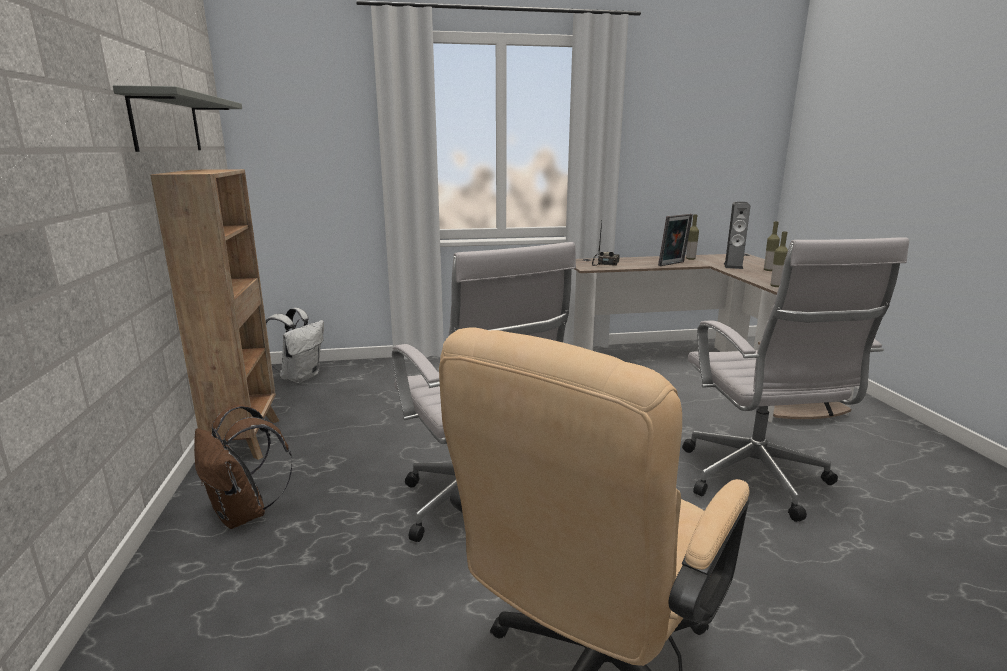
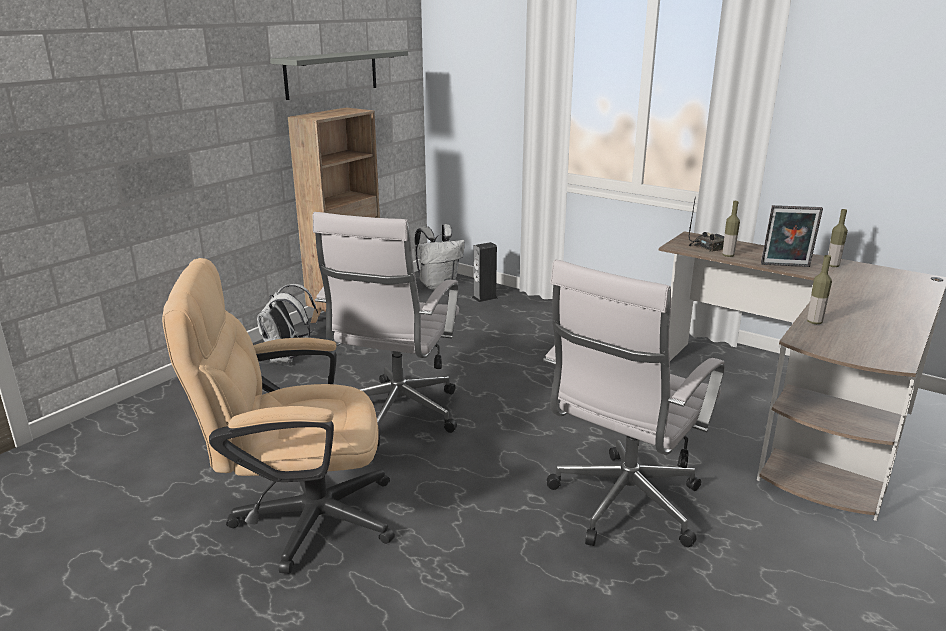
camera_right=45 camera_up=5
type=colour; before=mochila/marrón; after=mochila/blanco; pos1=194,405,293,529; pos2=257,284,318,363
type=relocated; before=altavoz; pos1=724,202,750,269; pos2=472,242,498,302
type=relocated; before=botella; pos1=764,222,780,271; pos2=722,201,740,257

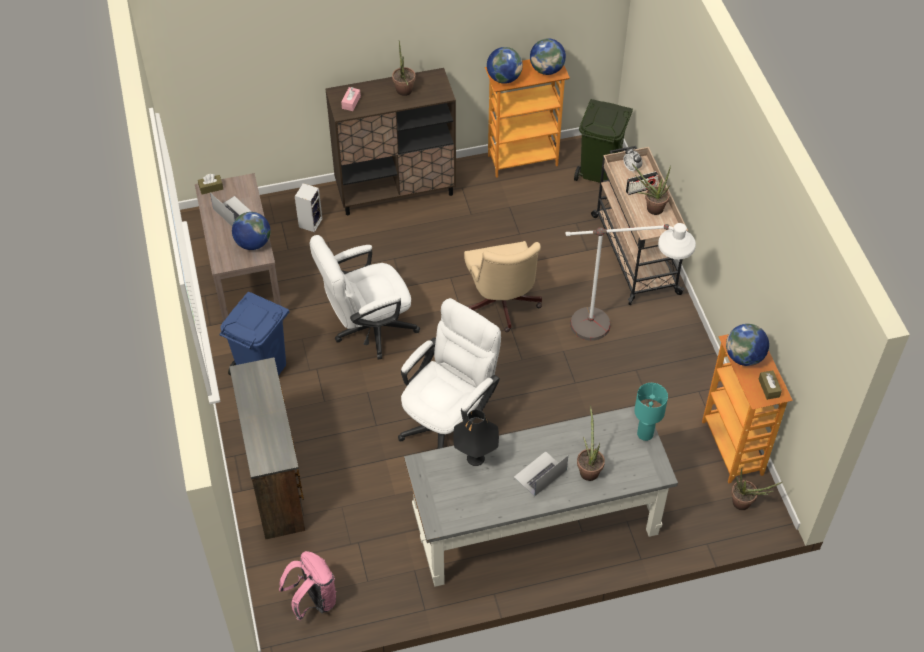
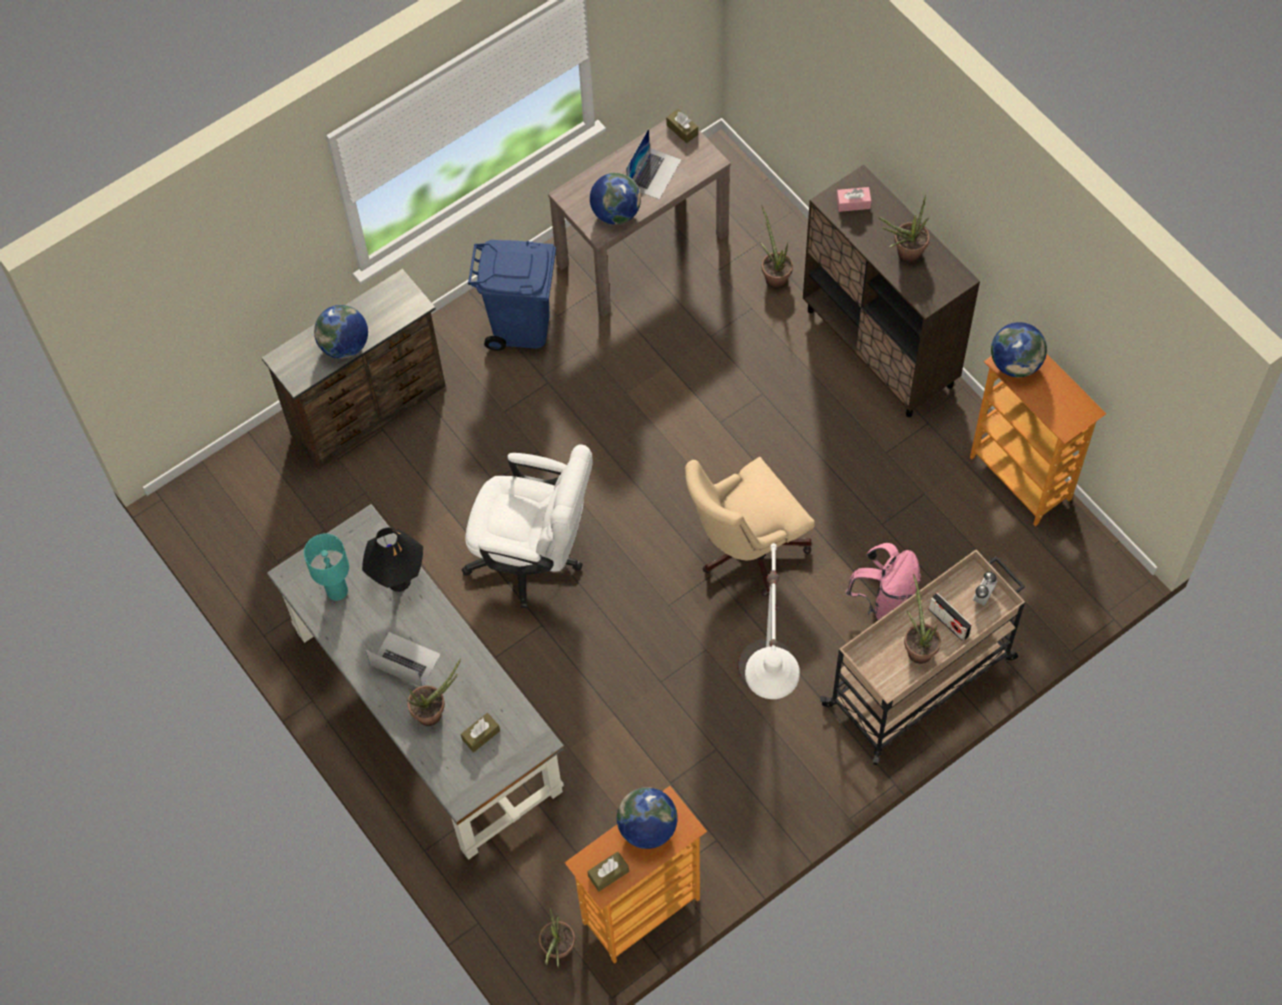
camera_right=70 camera_up=10
type=relocated; before=mochila/rosa; pos1=279,551,336,621; pos2=846,543,921,620
type=exchanged; before=altavoz; after=planta en maceta; pos1=295,183,322,232; pos2=760,205,793,289
type=missing; before=silla de oficina/blanco; pos1=310,235,420,359
type=relocated; before=globo terráqueo; pos1=530,38,566,75; pos2=314,305,368,359
type=missing; before=papelera/verde; pos1=574,99,633,183
type=relocated; before=lámpara de mesa/turquesa; pos1=634,383,668,441; pos2=304,533,349,601
type=appeared; after=caja de pañuelos/marrón; pos2=461,713,500,752

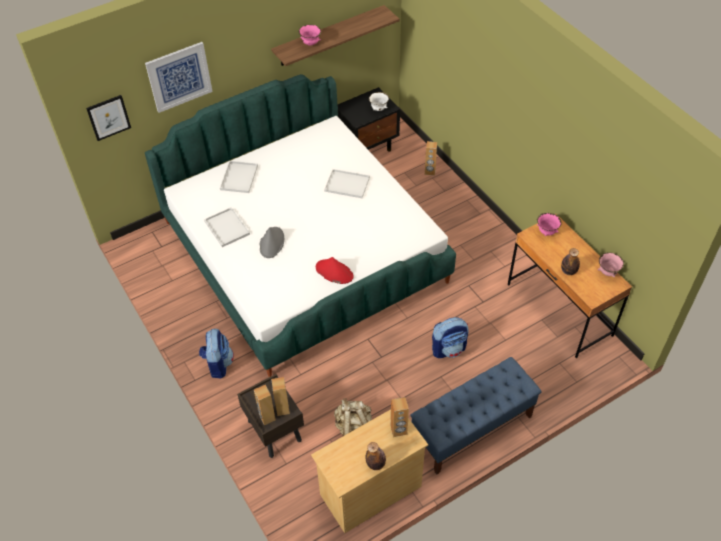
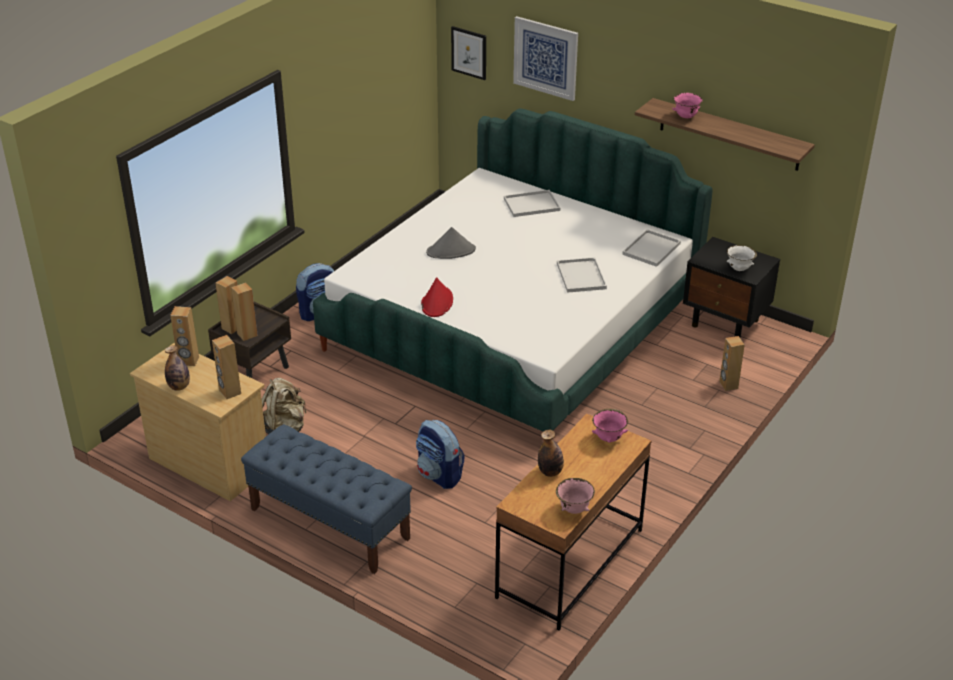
camera_right=65 camera_up=-15
type=relocated; before=bandeja/blanco; pos1=204,207,250,247; pos2=622,229,681,267
type=appeared; after=altavoz/marrón; pos2=170,306,199,366

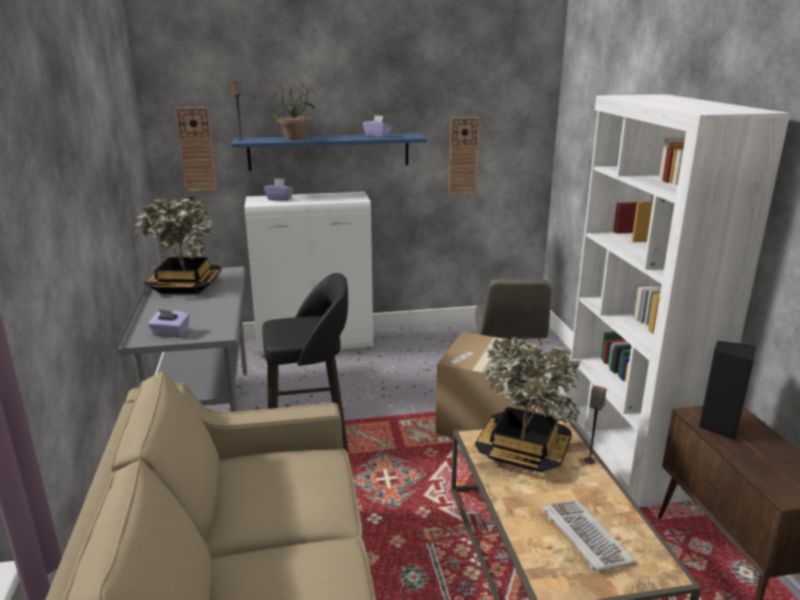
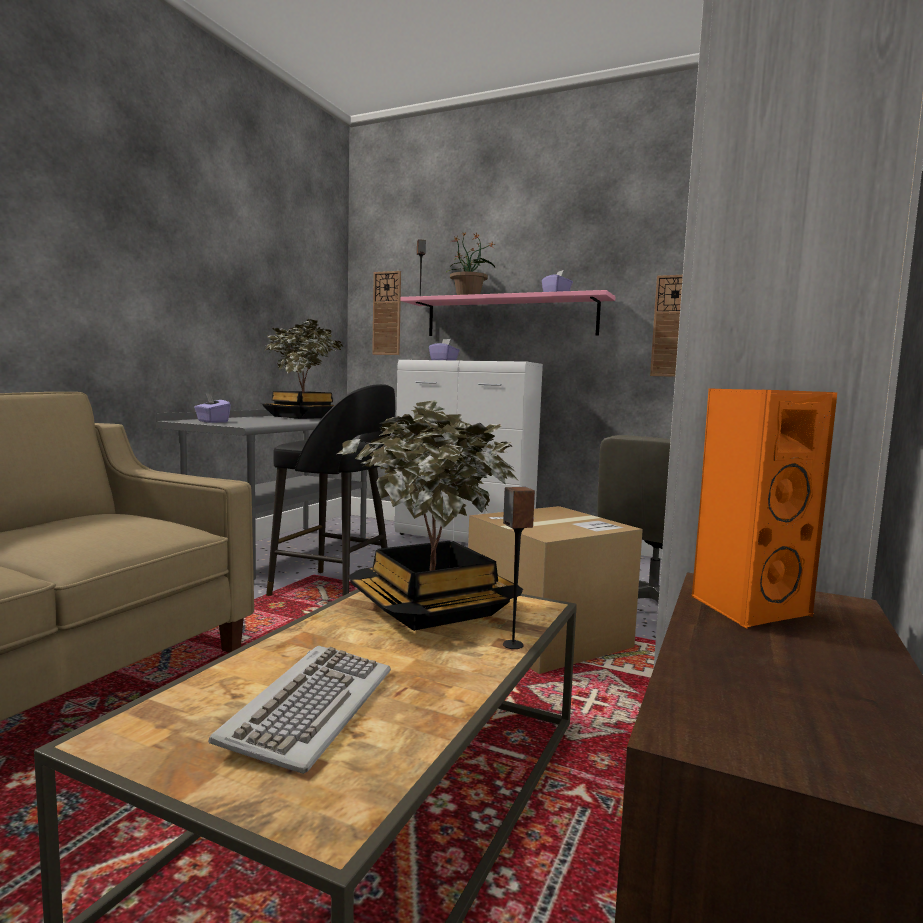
camera_right=35 camera_up=-15
type=colour; before=estante/azul; after=estante/rosa; pos1=232,133,427,171; pos2=401,290,615,336
type=colour; before=altavoz/negro; after=altavoz/naranja; pos1=699,341,756,441; pos2=691,388,837,628

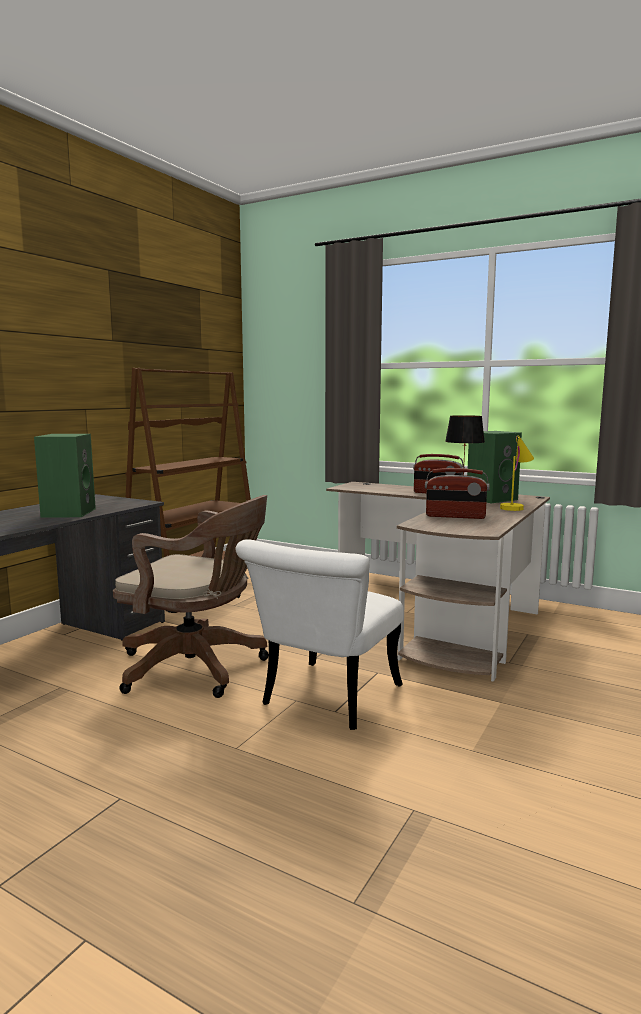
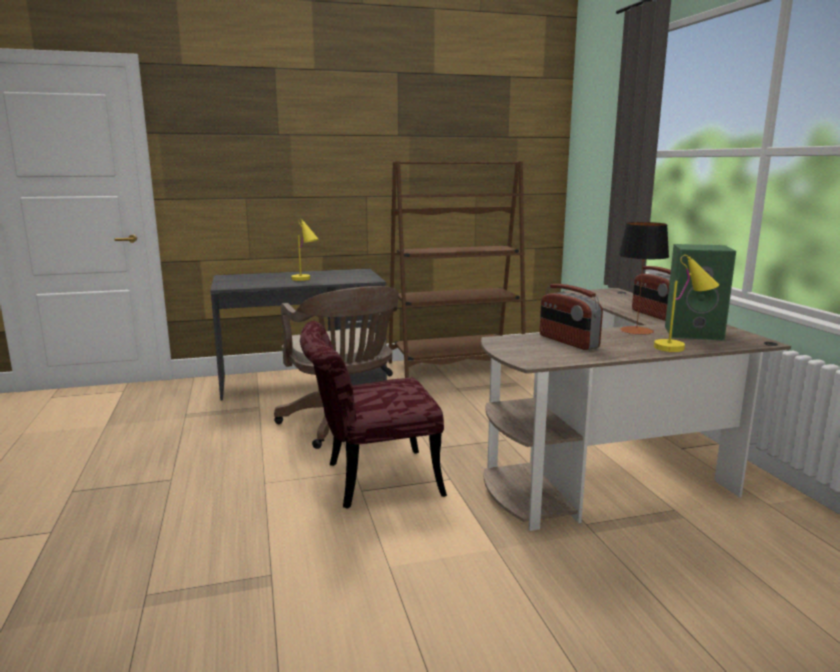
camera_right=45 camera_up=5
type=exchanged; before=altavoz/verde; after=lámpara de mesa/amarillo; pos1=34,434,96,518; pos2=291,218,319,281
type=colour; before=silla/blanco; after=silla/rojo; pos1=236,539,403,730; pos2=300,321,447,509

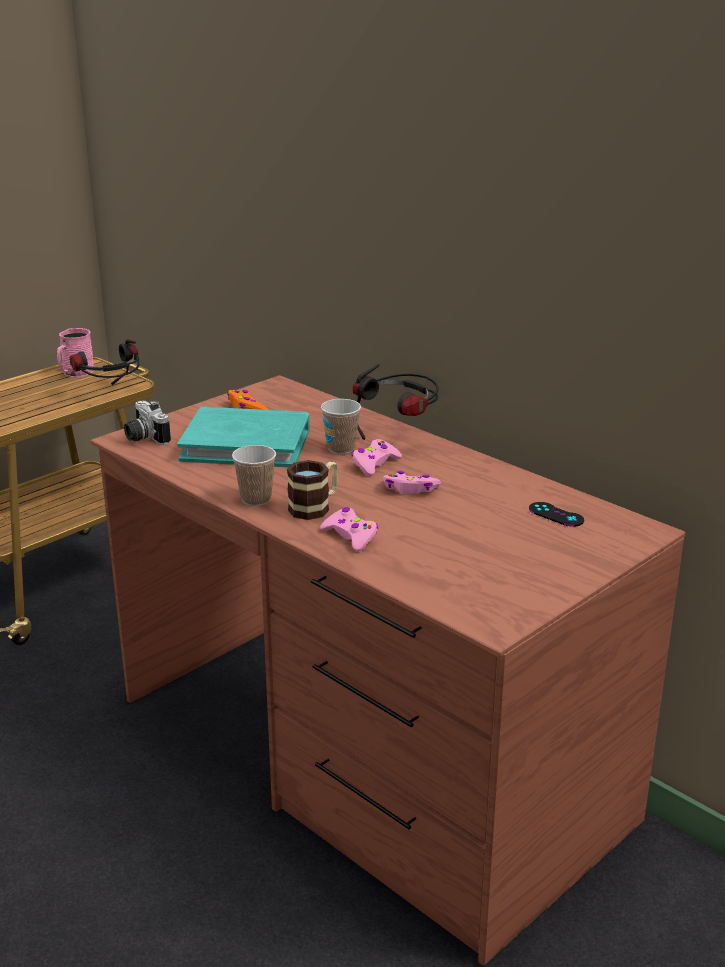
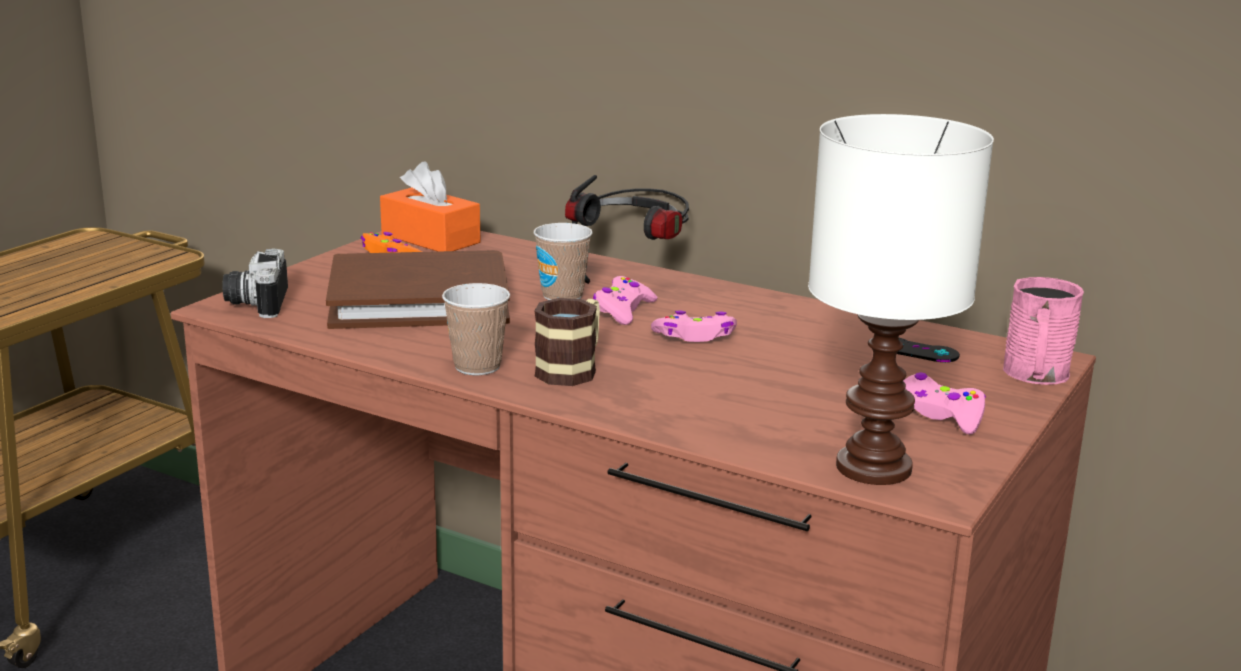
camera_right=-15 camera_up=-5
type=relocated; before=taza grande/rosa; pos1=57,328,94,377; pos2=1003,277,1084,385
type=missing; before=auriculares; pos1=70,339,140,385
type=spun; before=cámara; pos1=124,401,171,445; pos2=223,248,288,318; turn=45
type=colour; before=libro/turquesa; after=libro/marrón; pos1=177,407,310,467; pos2=326,250,510,329
type=relocated; before=mando de consola/rosa; pos1=320,507,378,552; pos2=903,372,986,435
type=appeared; after=caja de pañuelos/naranja; pos2=380,161,480,252
type=appeared; after=lámpara de mesa/blanco; pos2=808,114,994,485

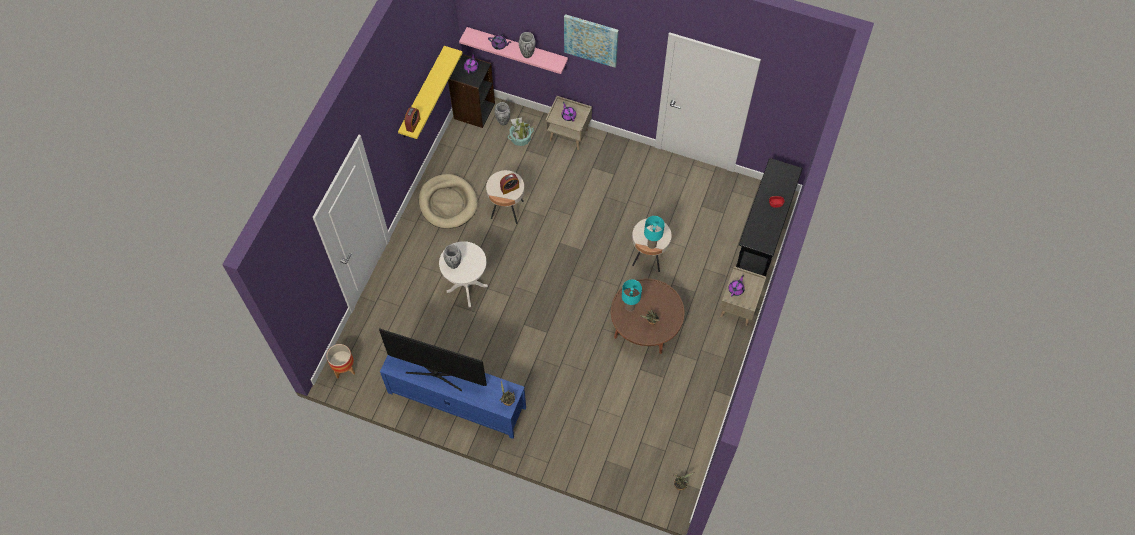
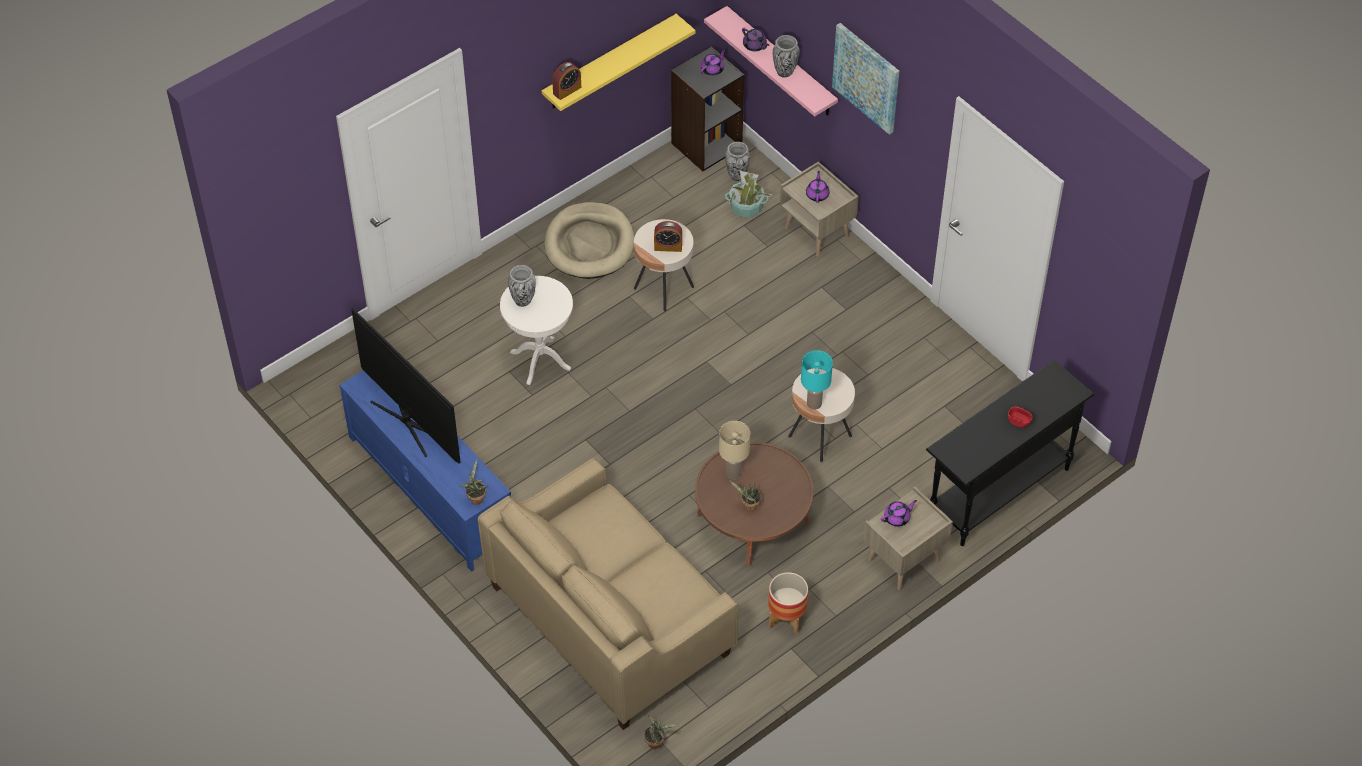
camera_right=30 camera_up=-10
type=relocated; before=maceta; pos1=326,344,355,378; pos2=768,572,808,634
type=colour; before=lámpara de mesa/turquesa; after=lámpara de mesa/beis; pos1=622,279,642,311; pos2=719,421,750,479
type=appeared; after=sofá/beis; pos2=478,458,738,730

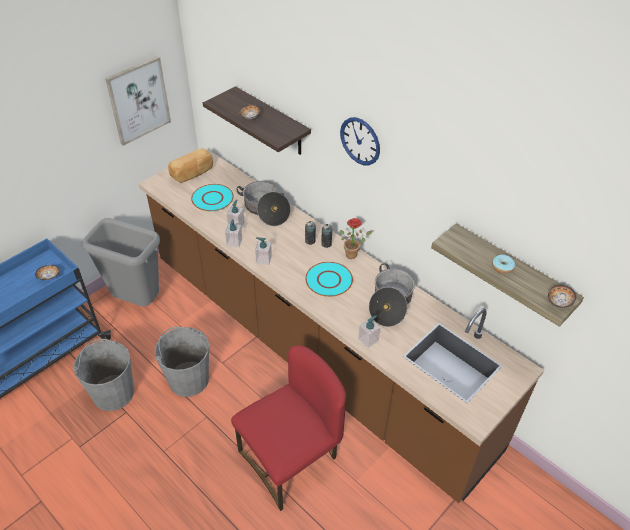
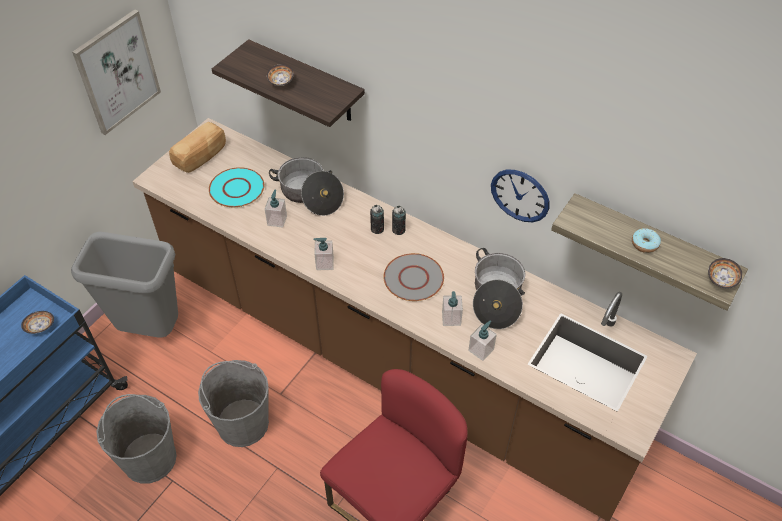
camera_right=-10 camera_up=5
type=relocated; before=dispensador de jabón; pos1=225,219,242,248; pos2=442,291,463,326
type=colour; before=plato/turquesa; after=plato/gris; pos1=305,262,353,297; pos2=384,253,444,301
type=relocated; before=reloj de pared; pos1=340,117,380,166; pos2=491,170,550,222
type=missing; before=planta en maceta; pos1=340,218,372,259

